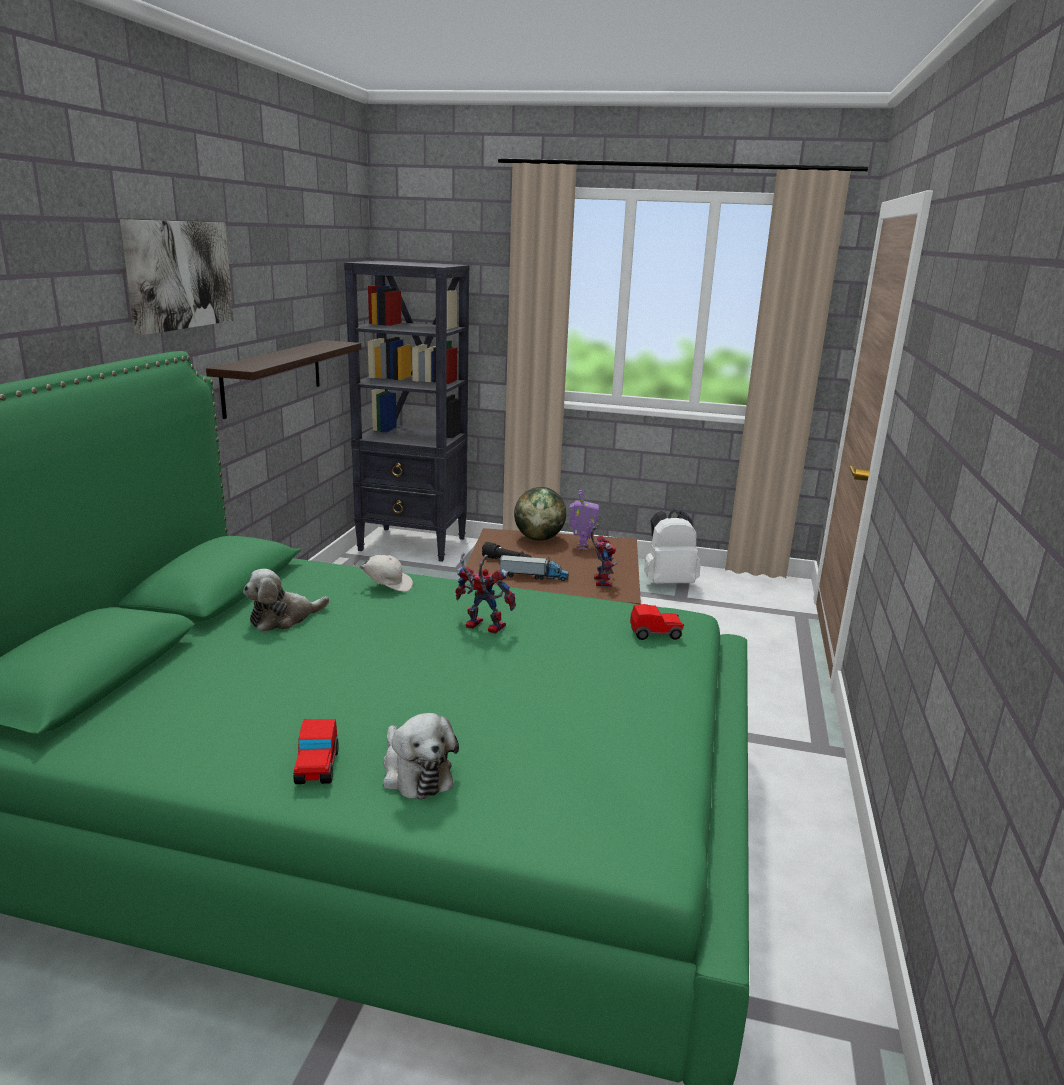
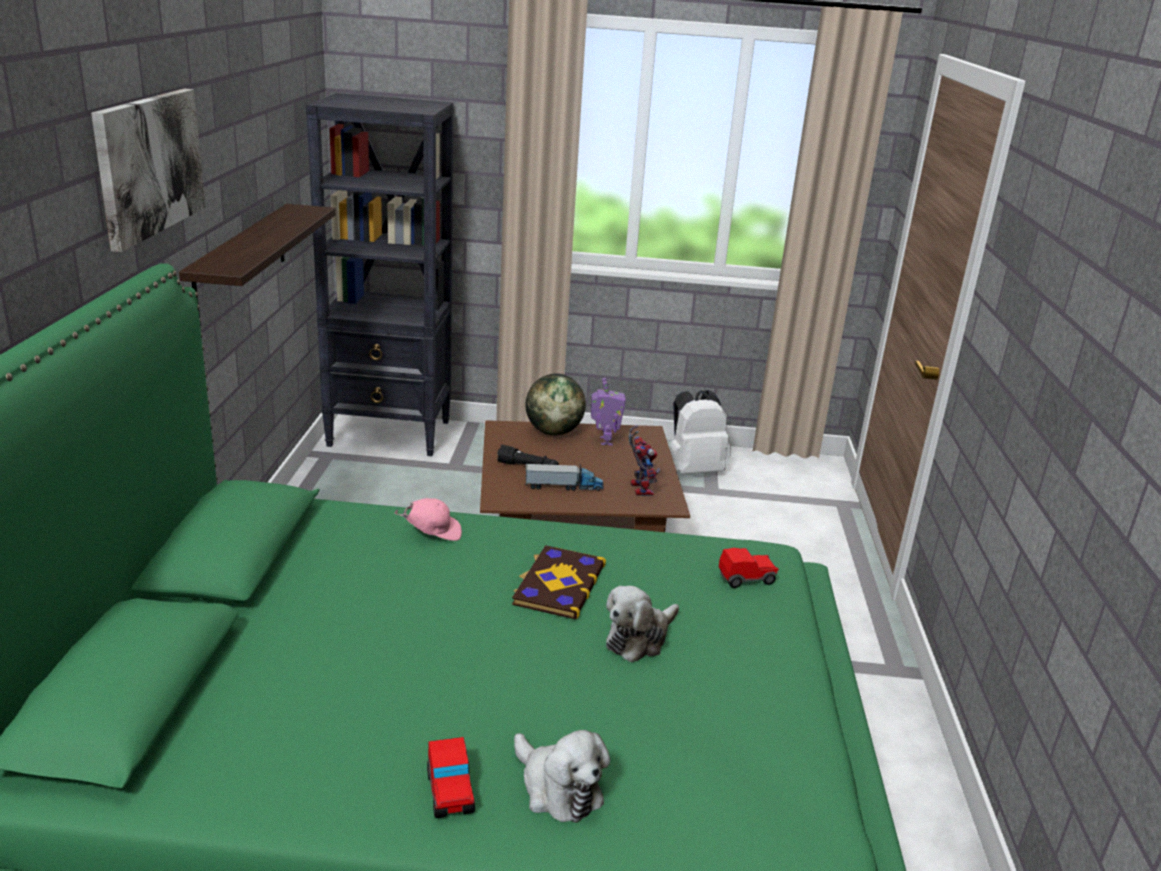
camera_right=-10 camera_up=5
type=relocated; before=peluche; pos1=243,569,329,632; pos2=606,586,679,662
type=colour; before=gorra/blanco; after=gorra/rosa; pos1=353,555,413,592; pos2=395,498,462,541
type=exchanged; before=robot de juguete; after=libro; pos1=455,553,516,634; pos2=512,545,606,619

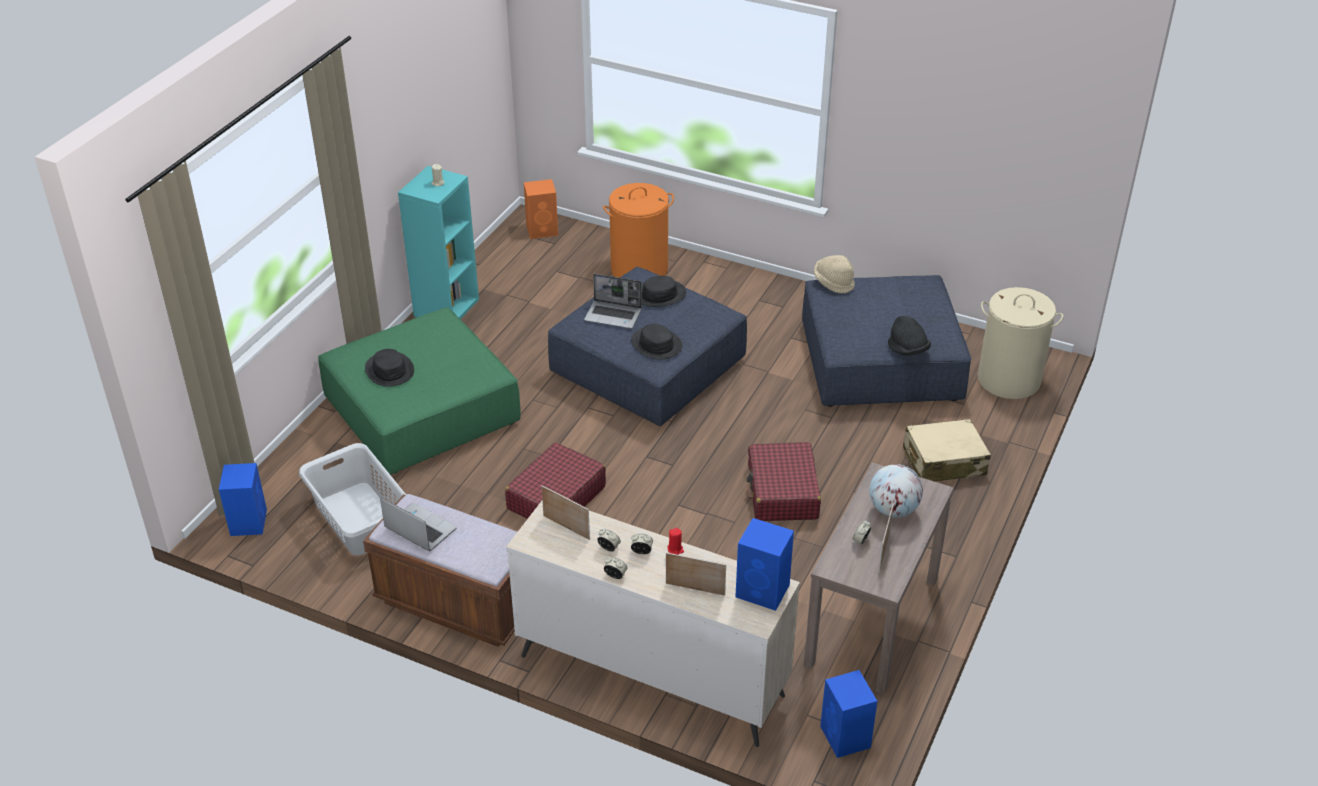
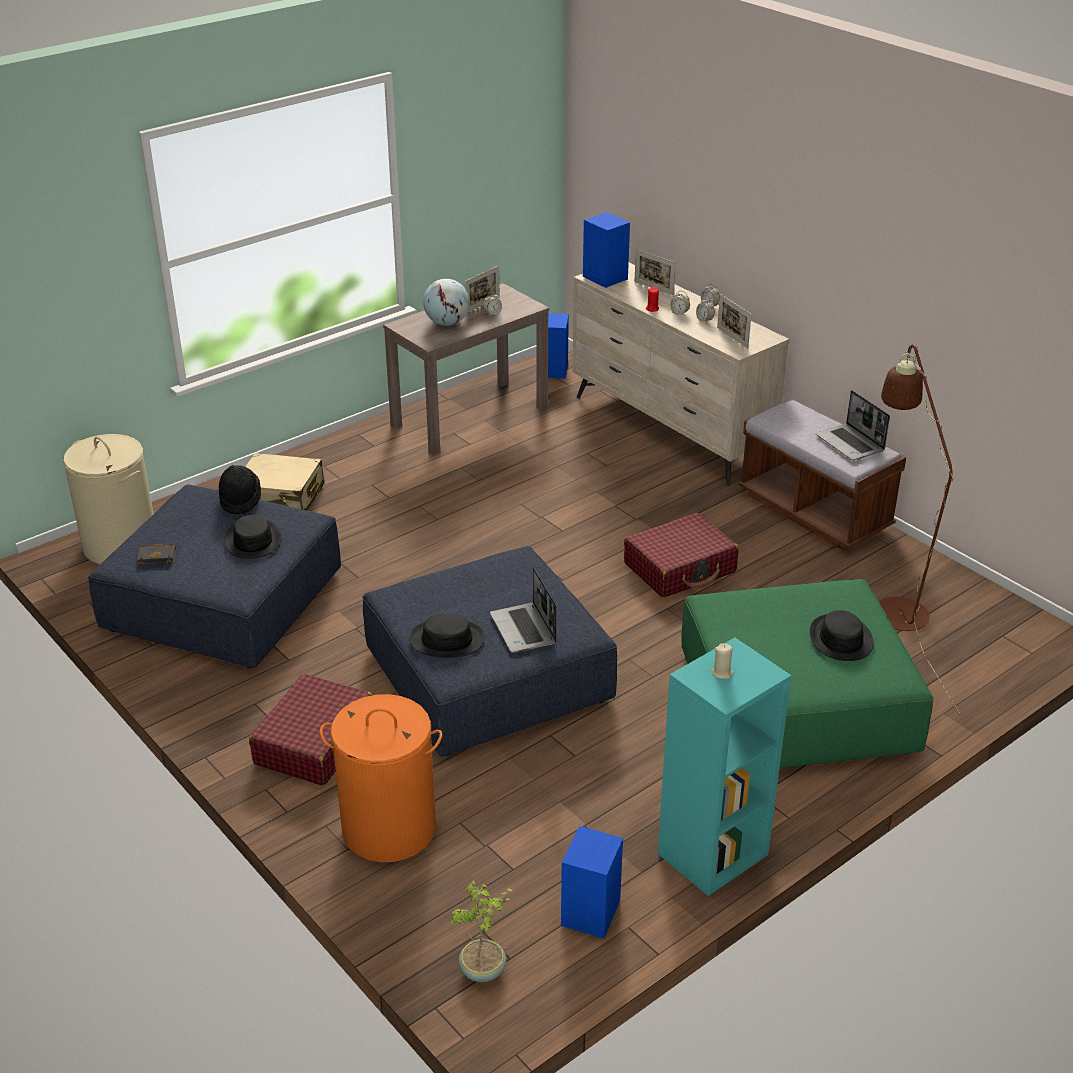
camera_right=-155 camera_up=-5
type=relocated; before=altavoz/azul; pos1=219,463,267,536; pos2=561,826,623,939
type=exchanged; before=cesto de la ropa/gris; after=lámpara de pie/marrón; pos1=299,443,406,555; pos2=879,344,960,714
type=exchanged; before=altavoz/naranja; after=planta en maceta; pos1=524,179,558,239; pos2=450,880,514,982
type=spun; before=portátil; pos1=584,274,642,329; pos2=490,567,557,653; turn=-150
type=relocated; before=sombrero/negro; pos1=631,324,682,360; pos2=224,515,282,559
type=relocated; before=maleta/rojo; pos1=747,442,821,521; pos2=249,674,372,786
type=missing; before=sombrero/beis; pos1=814,255,855,293
type=appeared; after=libro/negro; pos2=137,543,176,566

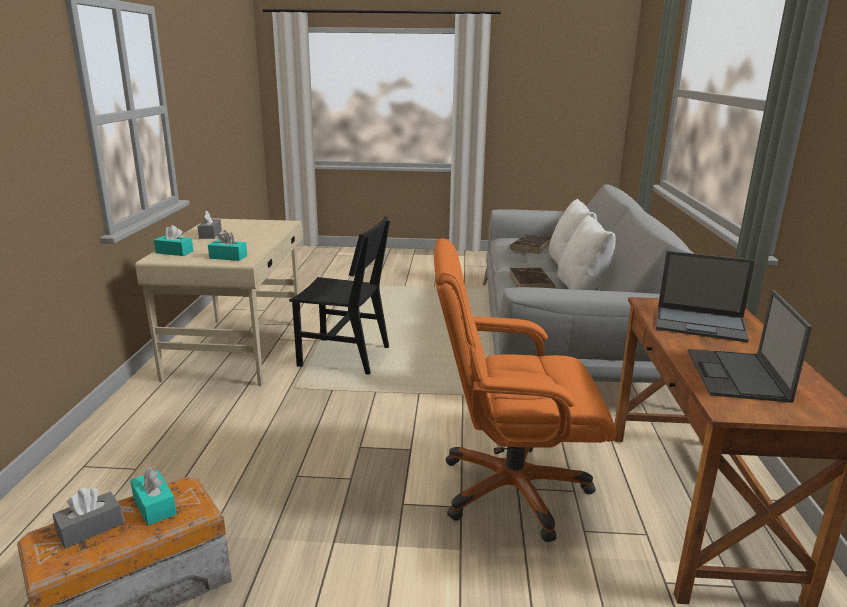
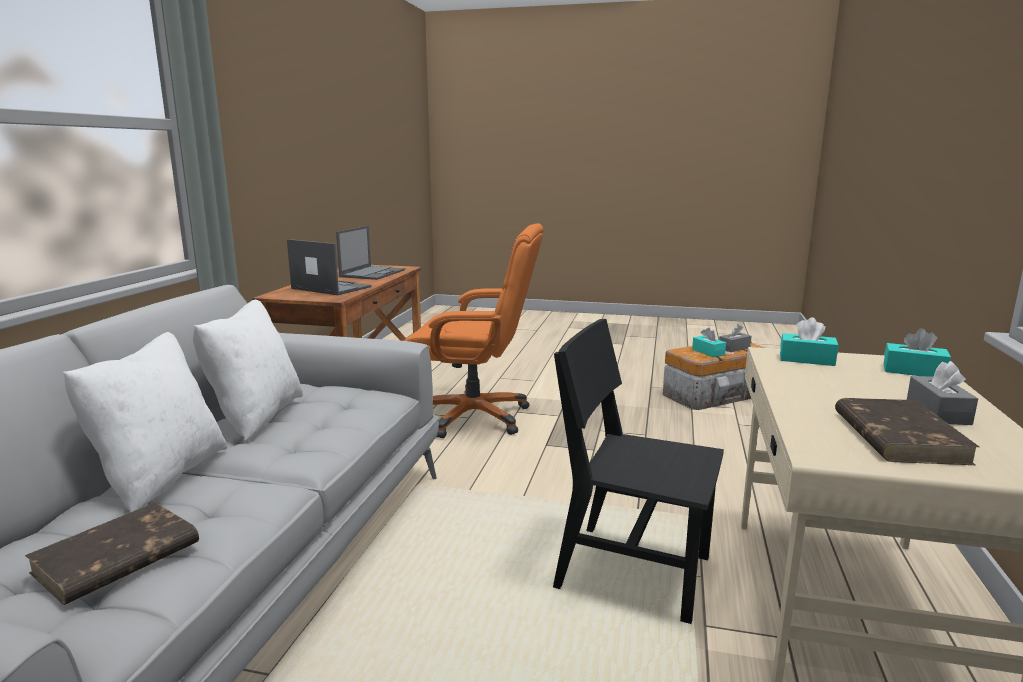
camera_right=-170 camera_up=-5
type=relocated; before=libro/marrón; pos1=509,268,555,288; pos2=835,398,979,465

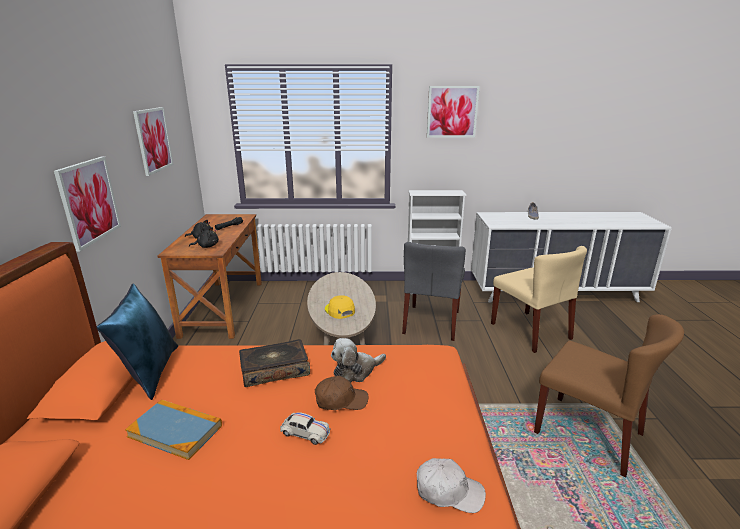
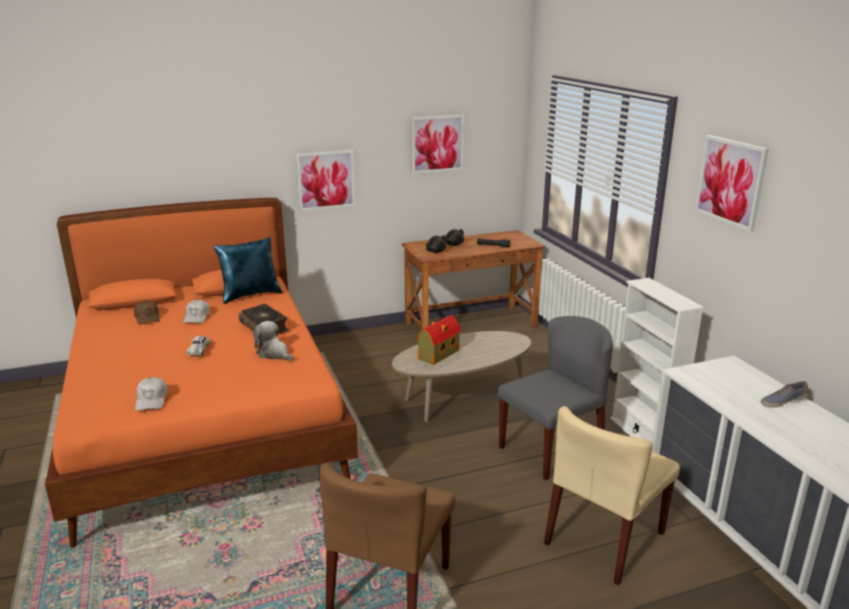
camera_right=70 camera_up=0
type=exchanged; before=libro; after=gorra/blanco; pos1=125,399,222,460; pos2=183,300,210,323
type=relocated; before=gorra/marrón; pos1=315,376,368,410; pos2=134,300,160,325
type=exchanged; before=gorra/amarillo; after=casita; pos1=325,295,355,319; pos2=417,315,461,365
type=spun; before=silla/gris; pos1=402,242,466,341; pos2=498,316,613,480; turn=150

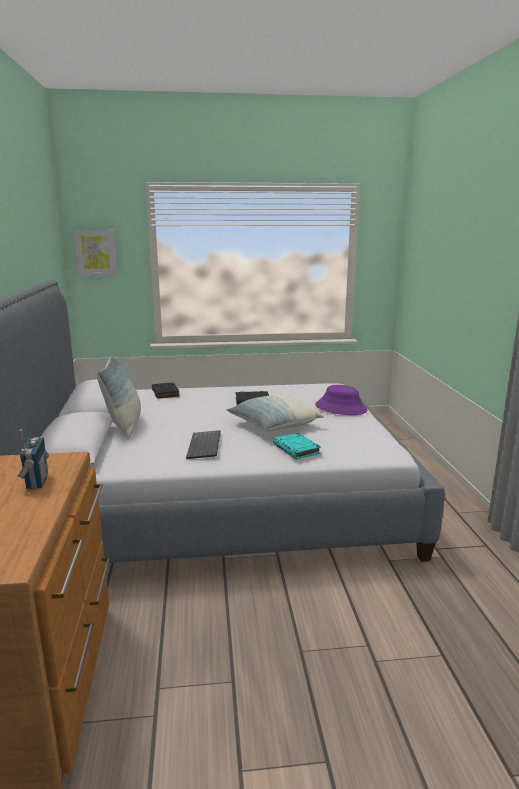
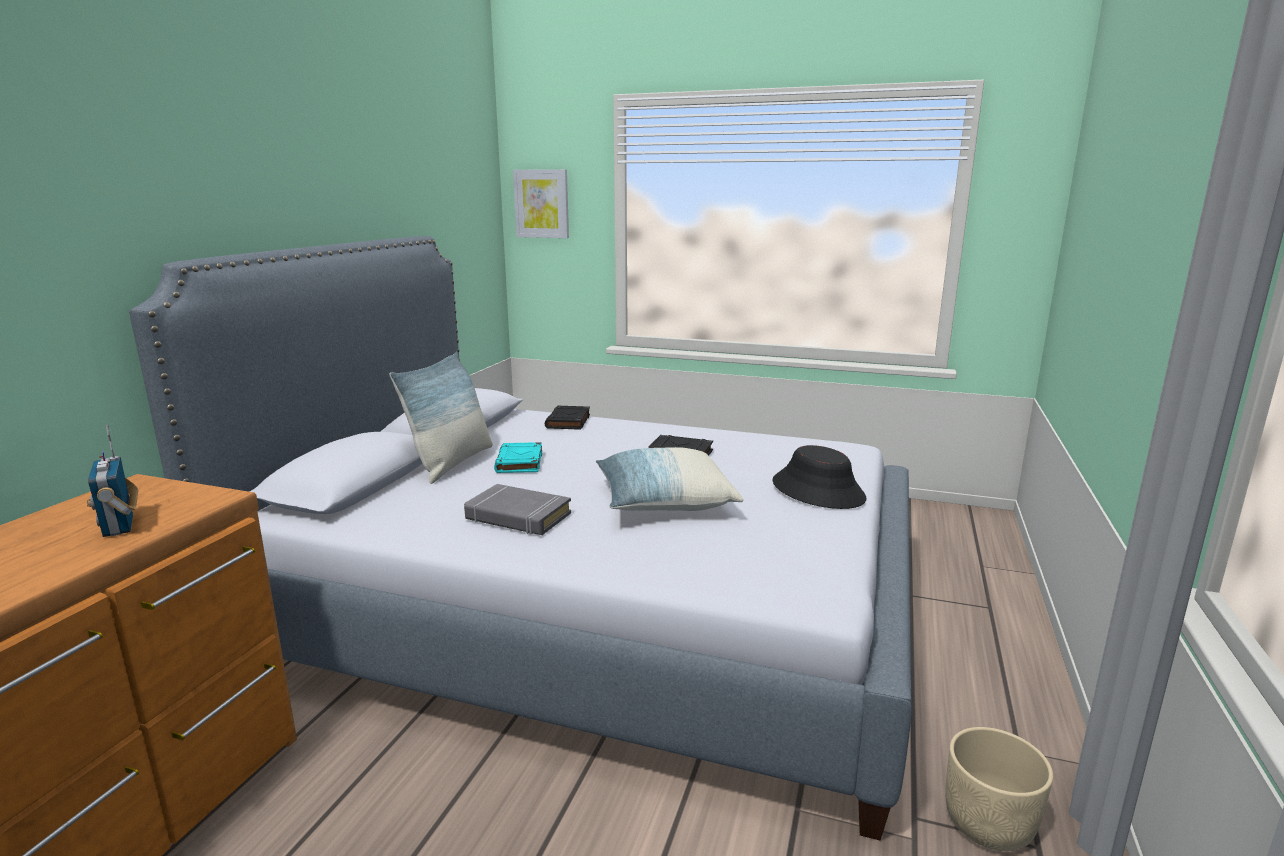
camera_right=25 camera_up=0
type=spun; before=radio; pos1=17,429,49,489; pos2=87,425,138,537; turn=135
type=exchanged; before=teclado; after=libro/gris; pos1=186,430,221,459; pos2=464,484,571,535
type=relocated; before=libro/turquesa; pos1=273,433,321,459; pos2=494,442,542,473
type=colour; before=sombrero/morado; after=sombrero/negro; pos1=315,385,367,415; pos2=772,445,867,509
type=appeared; after=maceta/beis; pos2=946,727,1053,851

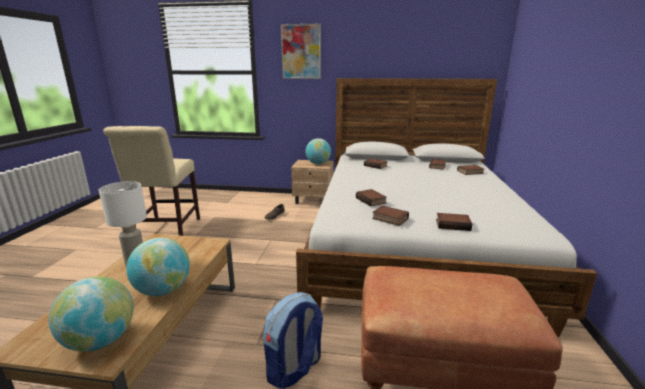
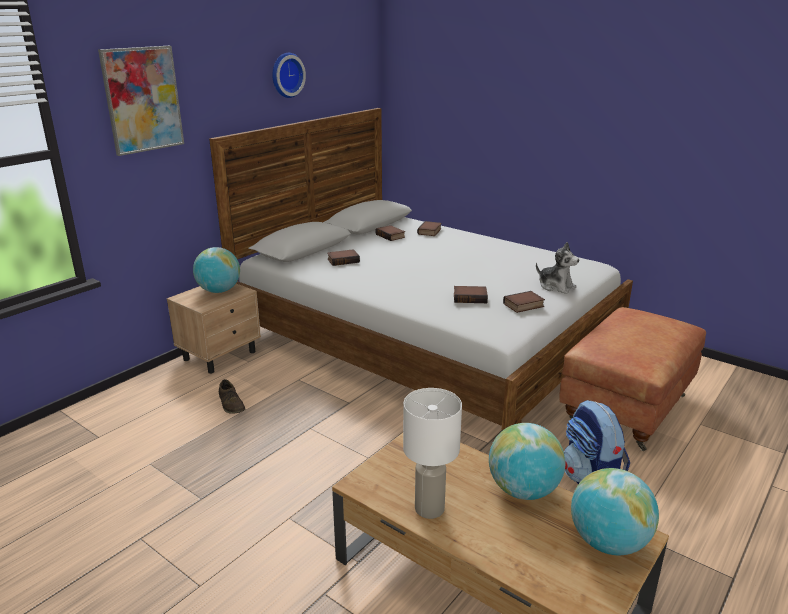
camera_right=-60 camera_up=5
type=missing; before=silla/beis; pos1=103,126,200,236
type=exchanged; before=libro; after=peluche; pos1=436,213,472,231; pos2=536,242,579,294
type=appeared; after=reloj de pared; pos2=272,53,306,98

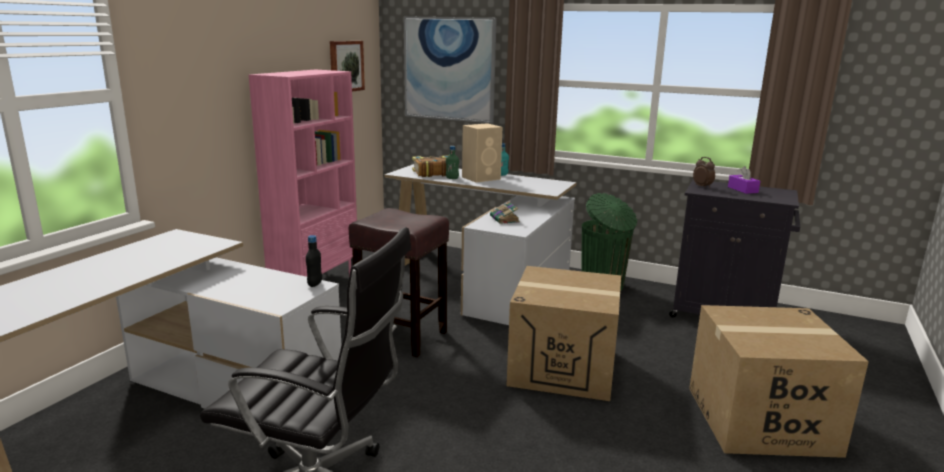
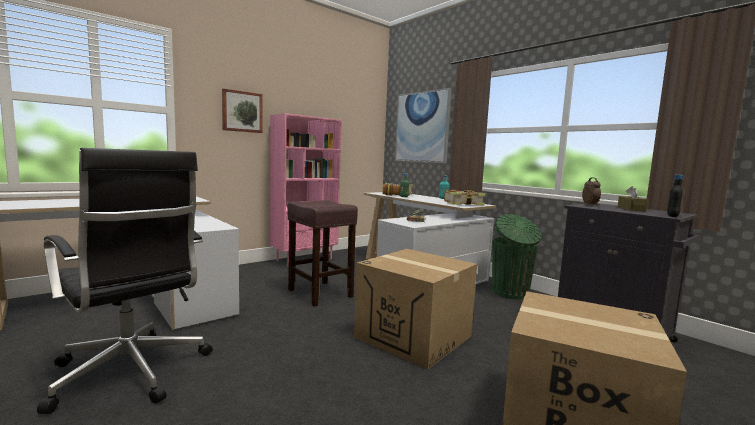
camera_right=25 camera_up=-10
type=relocated; before=botella/negro; pos1=306,235,322,287; pos2=667,175,683,217
type=relocated; before=cuadro; pos1=330,41,365,92; pos2=222,88,263,133
type=missing; before=altavoz/beis; pos1=462,123,502,183
type=colour; before=caja de pañuelos/morado; after=caja de pañuelos/marrón; pos1=728,166,760,194; pos2=618,186,648,211
type=appeared; after=libro; pos2=444,190,485,205

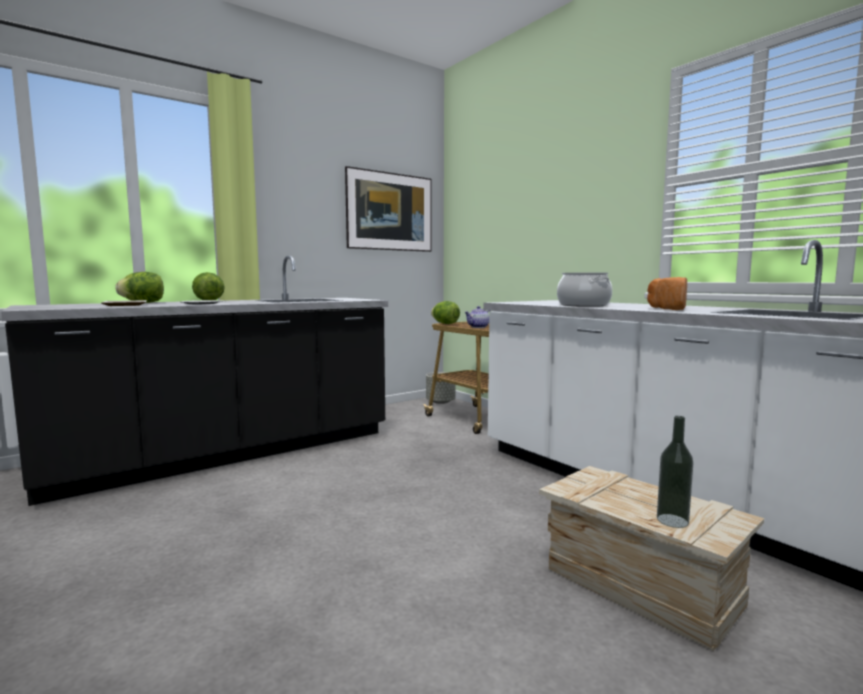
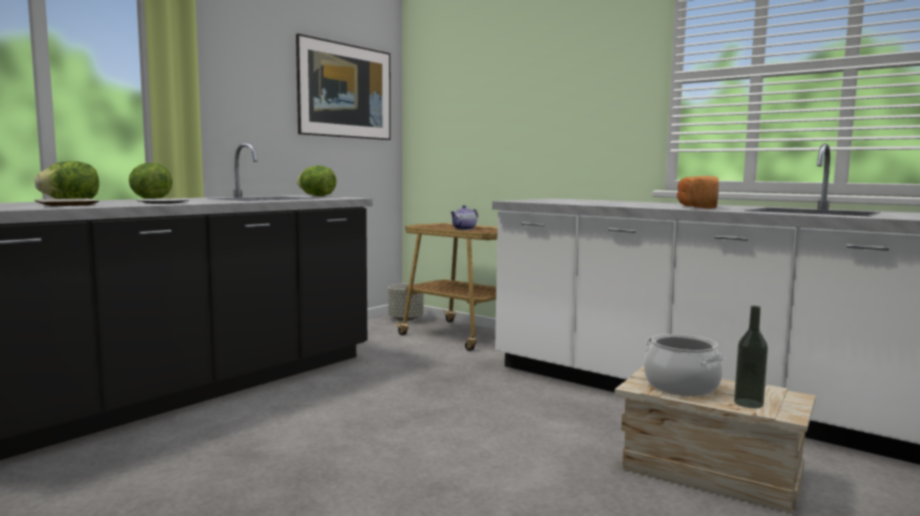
camera_right=-15 camera_up=0
type=relocated; before=lechuga; pos1=431,301,460,324; pos2=297,166,337,196
type=relocated; before=olla; pos1=557,273,612,307; pos2=644,334,725,396

